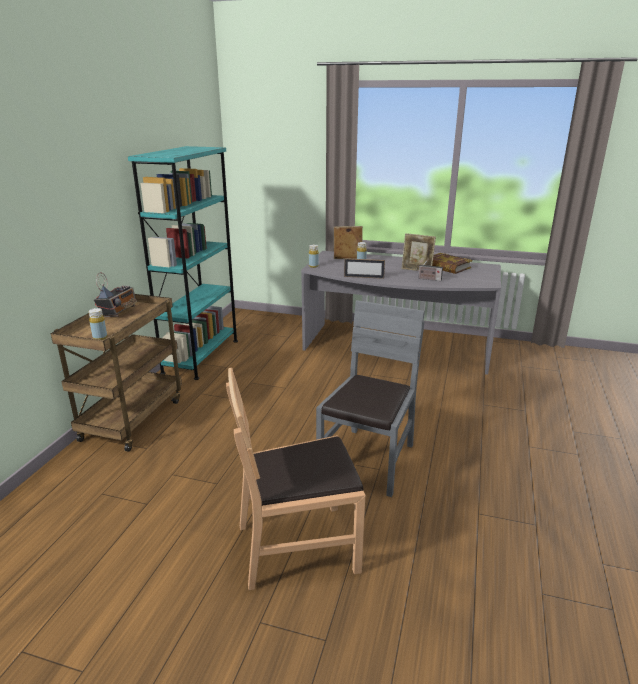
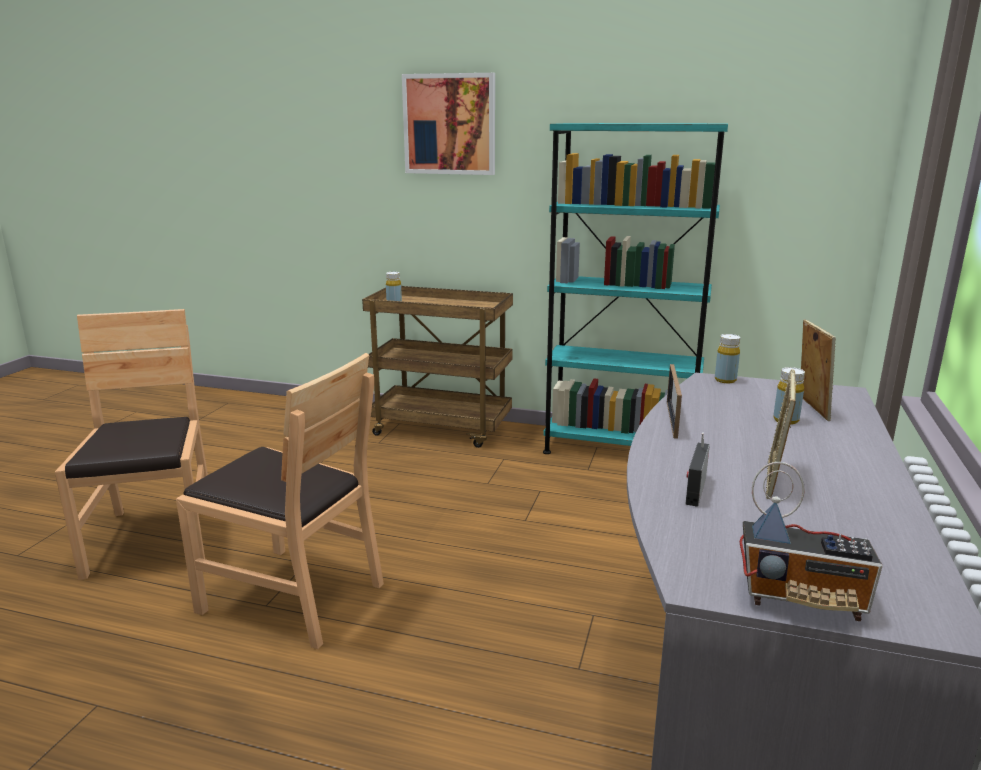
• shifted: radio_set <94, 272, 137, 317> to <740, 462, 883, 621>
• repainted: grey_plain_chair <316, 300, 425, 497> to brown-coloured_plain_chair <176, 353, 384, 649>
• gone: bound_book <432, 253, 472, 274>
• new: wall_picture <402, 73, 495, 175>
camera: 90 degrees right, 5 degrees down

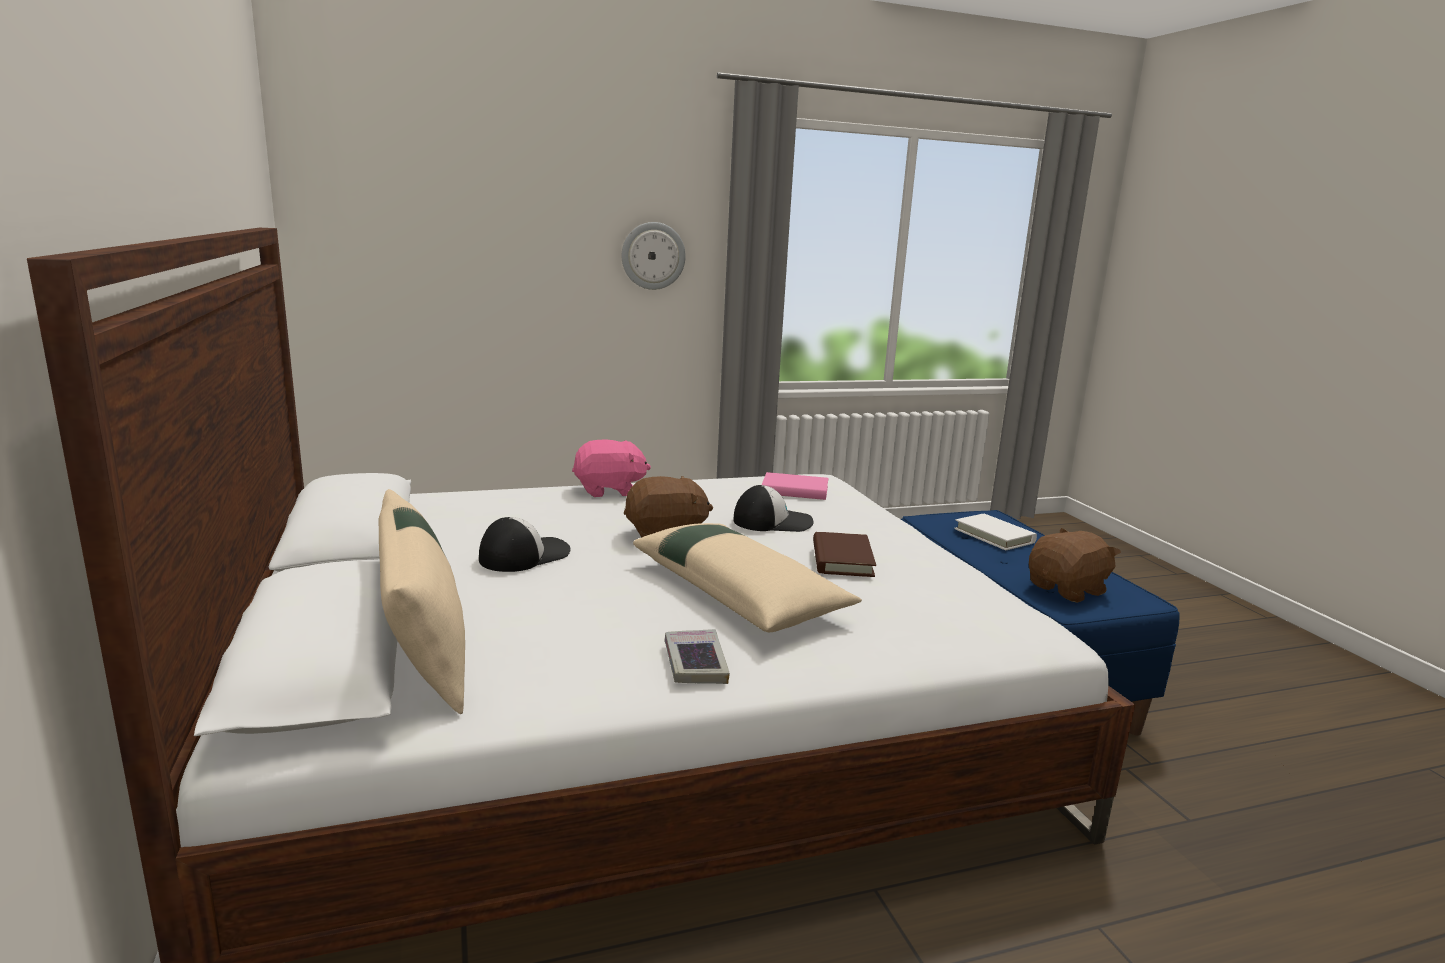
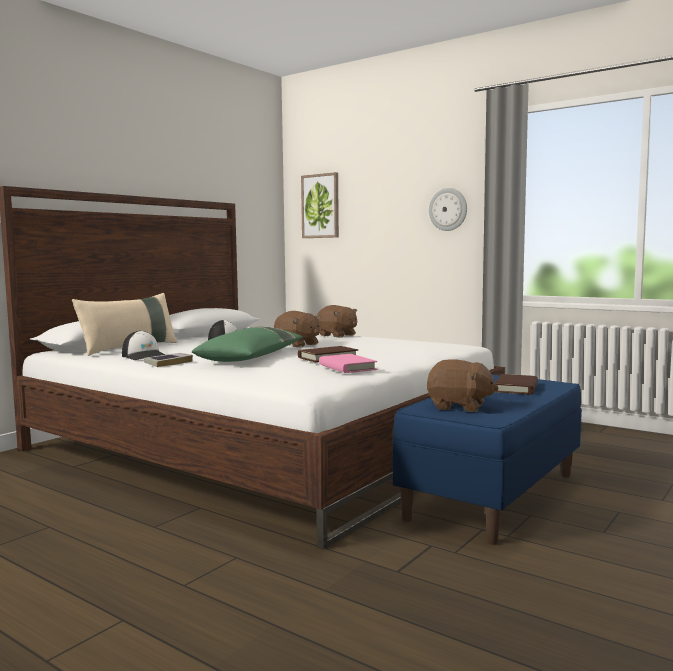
• repainted: pink-coloured_cuddly_toy <572, 439, 651, 497> to brown-coloured_cuddly_toy <317, 305, 357, 337>
• repainted: sand-coloured_throw_pillow <633, 523, 862, 632> to green-coloured_throw_pillow <192, 327, 303, 362>
• shifted: cap <733, 485, 813, 532> to <122, 331, 165, 360>
• shifted: pink-coloured_bound_book <762, 472, 828, 500> to <319, 354, 377, 373>
• repainted: white_bound_book <954, 514, 1037, 550> to brown-coloured_bound_book <494, 374, 538, 395>
• new: wall_picture <301, 172, 339, 238>
camera: 55 degrees right, 10 degrees down

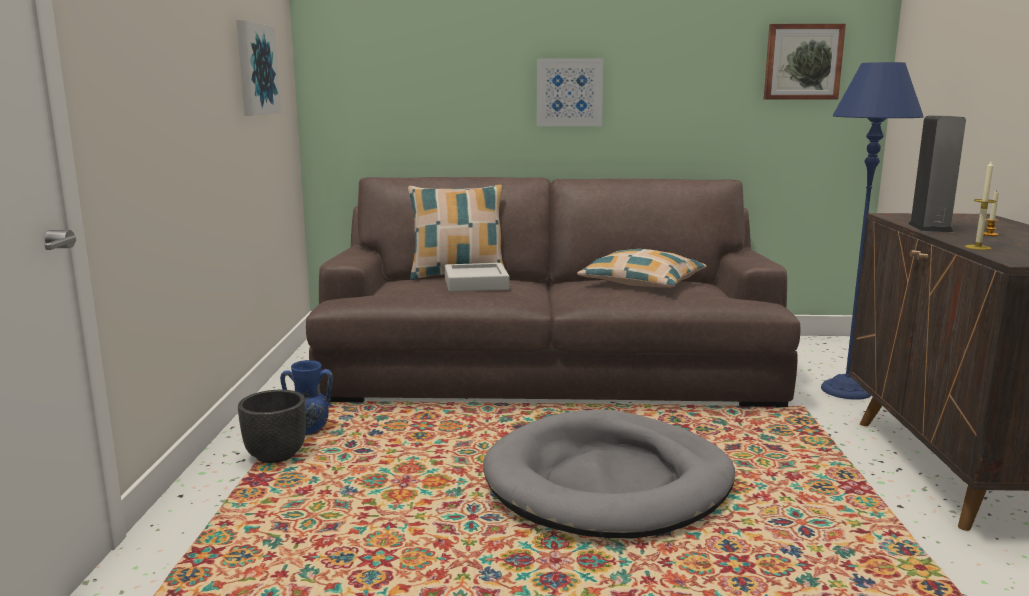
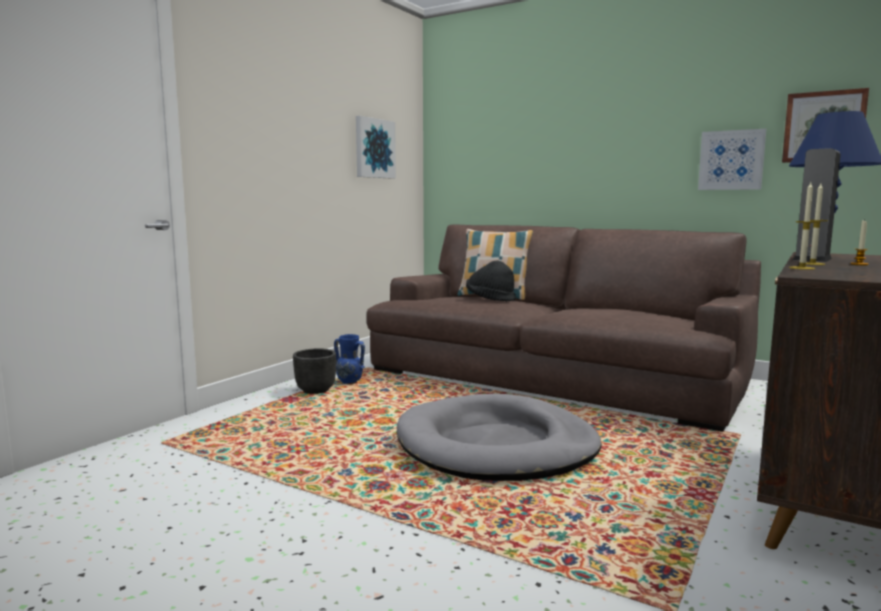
• swapped: grey_serving_tray <445, 263, 509, 292> to black_hat <466, 260, 516, 302>
• shifted: wall_picture <537, 58, 604, 126> to <698, 129, 766, 190>
• gone: throw_pillow <577, 249, 707, 288>
• new: wax_light <806, 184, 828, 265>
camera: 30 degrees right, 5 degrees down

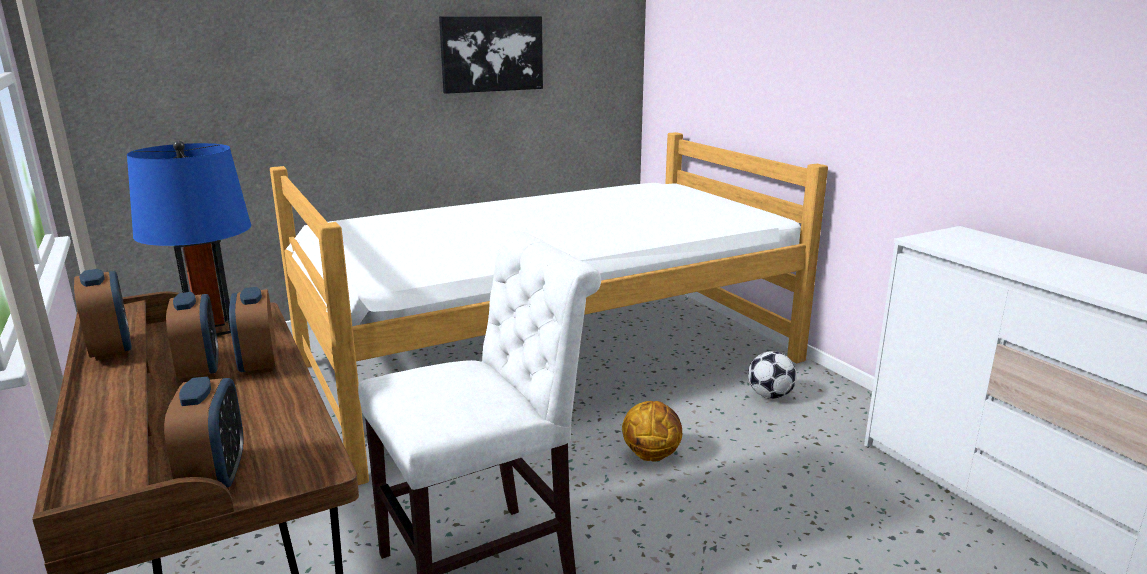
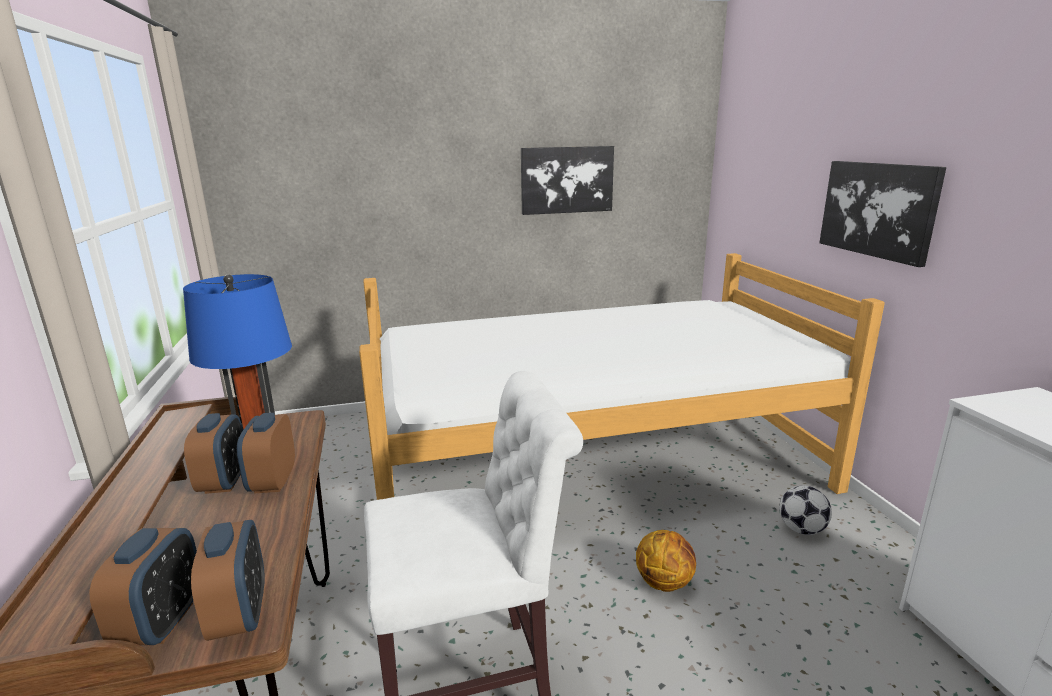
• shifted: alarm_clock <74, 269, 132, 361> to <191, 520, 265, 641>
• new: wall_picture <819, 161, 946, 267>
camera: 15 degrees right, 0 degrees up

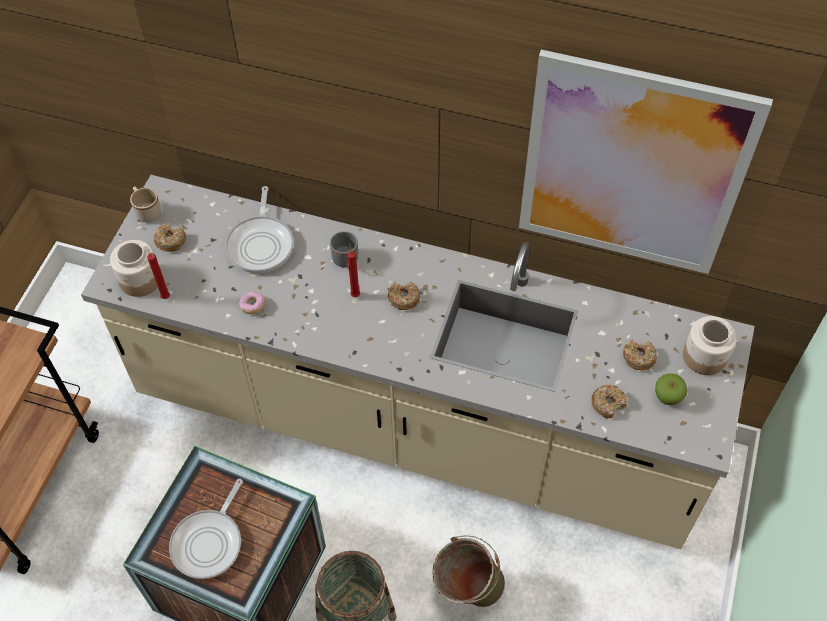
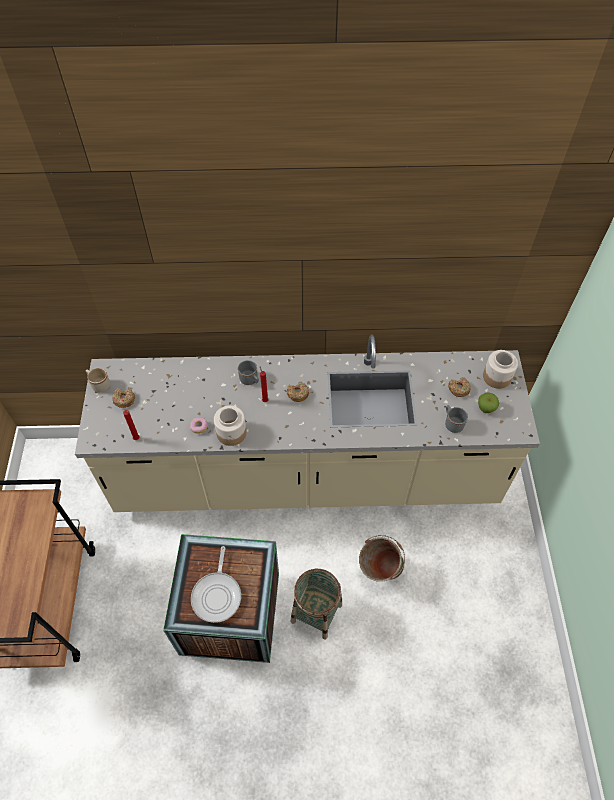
• shifted: jar <110, 240, 158, 297> to <214, 405, 247, 446>
• gone: pan <225, 186, 294, 274>
• gone: wall_picture <519, 50, 773, 274>
• swapped: ring_doughnut <591, 385, 627, 418> to grey_coffee_mug <445, 405, 468, 433>
camera: 20 degrees left, 0 degrees up

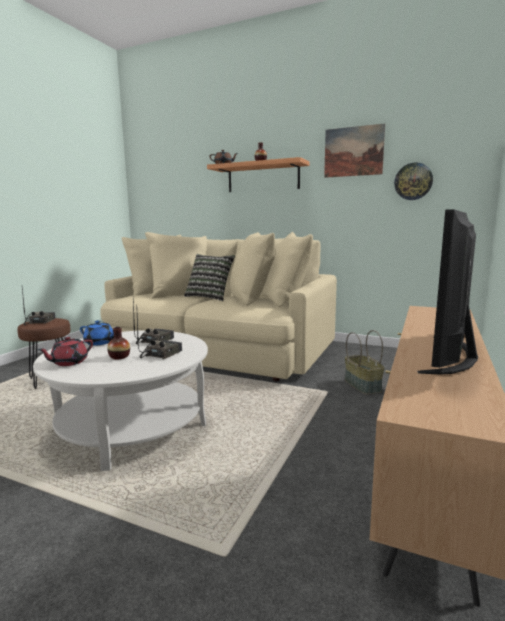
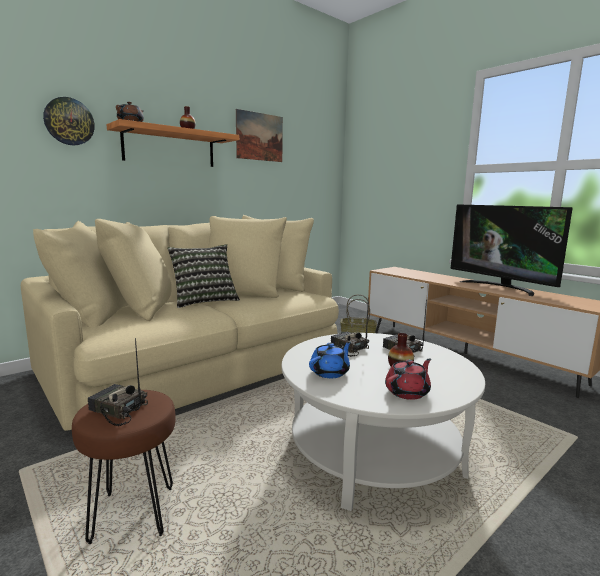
• rotated: reddish_teapot <37, 336, 93, 366> = <385, 358, 431, 400> 105 degrees counterclockwise
• shifted: wall_clock <394, 162, 433, 200> to <43, 97, 95, 145>
camera: 65 degrees left, 0 degrees up

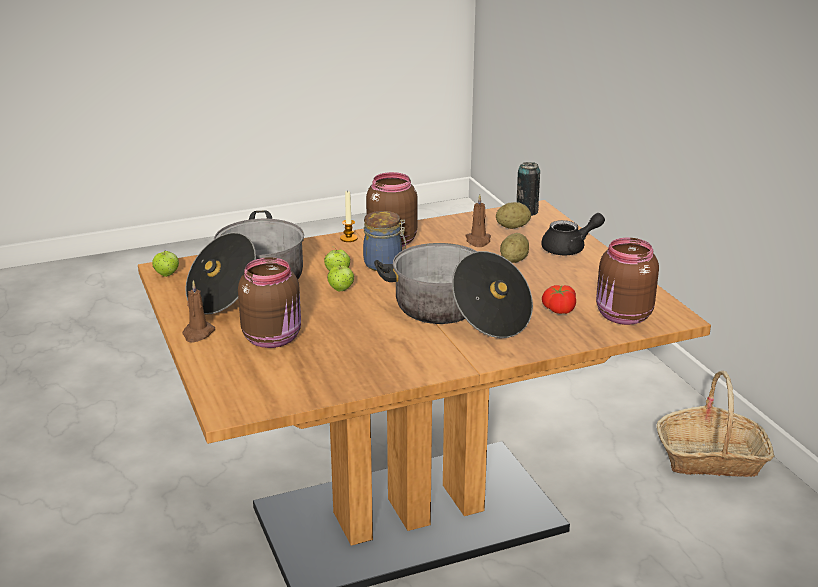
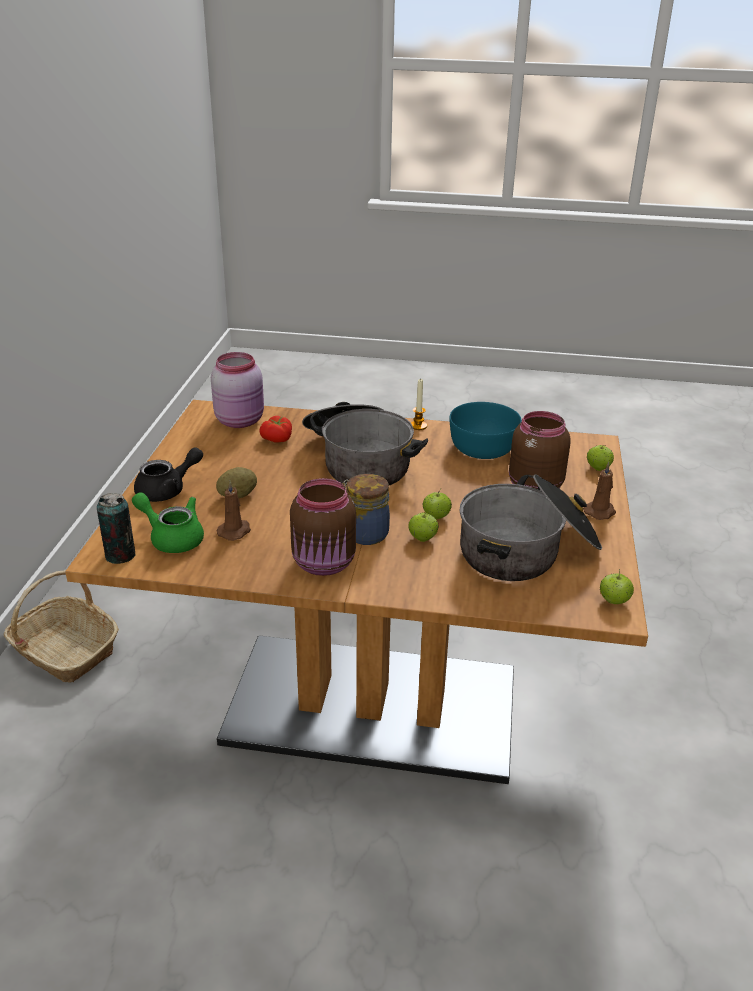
• shifted: wax_light <340, 191, 358, 242> to <411, 378, 427, 430>
• swapped: spud <496, 202, 531, 229> to green-coloured_teapot <132, 492, 204, 553>
• rotated: black_teapot <541, 213, 605, 255> = <134, 447, 203, 502> 135 degrees clockwise
• repainted: brown-coloured_jar <596, 238, 659, 325> to pink-coloured_jar <211, 352, 264, 428>
• new: blue-green_serving_bowl <449, 402, 522, 459>
• new: whole_apple <587, 445, 614, 471>
camera: 150 degrees left, 5 degrees up

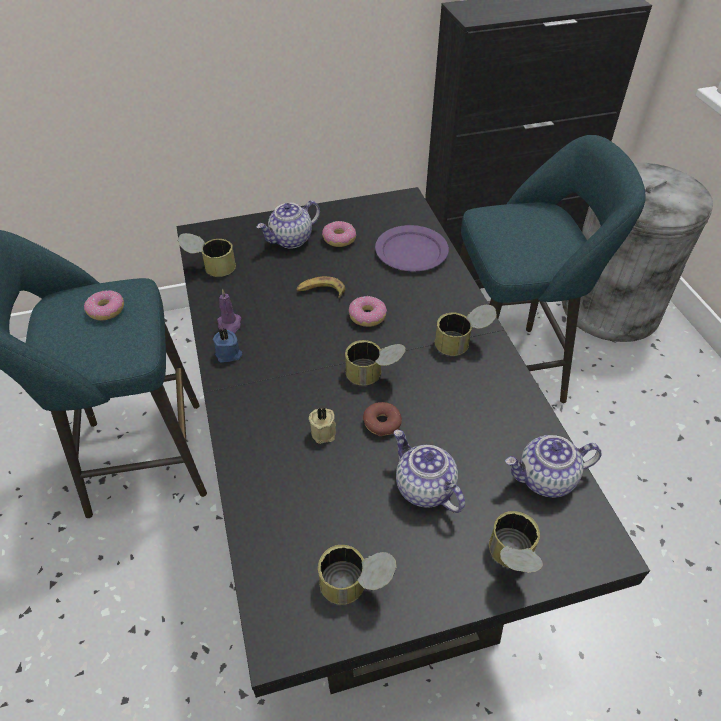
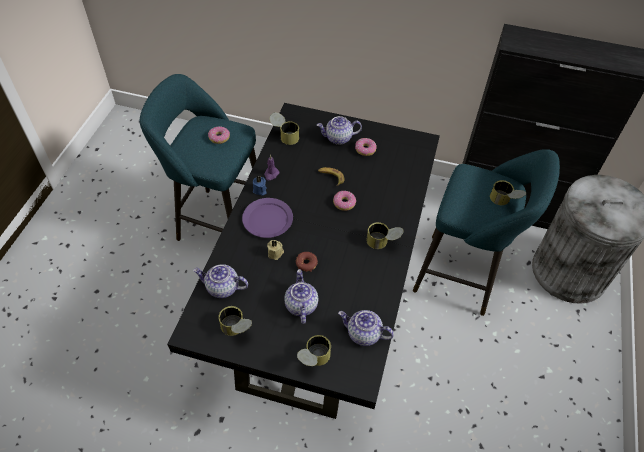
• shifted: metal_can <345, 340, 406, 385> to <490, 180, 526, 205>
• shifted: purplish_dinner_plate <375, 225, 449, 271> to <242, 198, 293, 238>
• new: teapot <193, 264, 248, 298>
camera: 30 degrees right, 5 degrees up

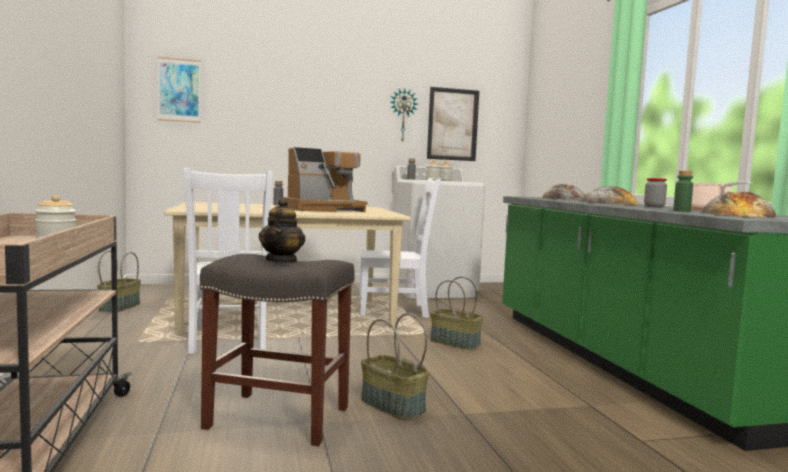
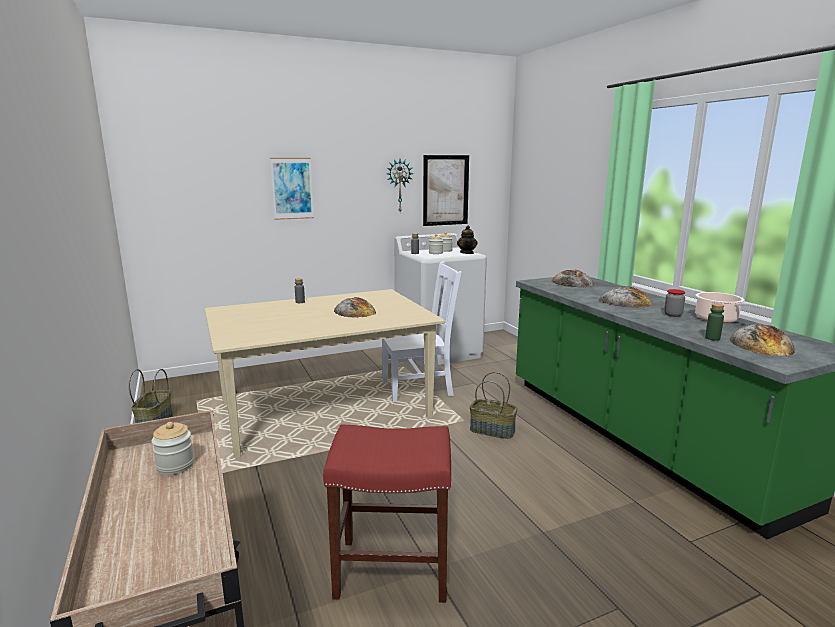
• shifted: wall_picture <158, 57, 201, 123> to <270, 158, 314, 220>
• gone: white_plain_chair <183, 168, 273, 354>
• repainted: grey_sitting_stool <200, 254, 355, 446> to reddish_sitting_stool <323, 424, 451, 603>
• shifted: teapot <259, 198, 306, 263> to <457, 225, 478, 254>
• swapped: coffee_maker <284, 147, 367, 212> to bakery_bread <334, 297, 376, 318>
• gone: household_basket <361, 313, 429, 420>
camera: 10 degrees left, 10 degrees up

